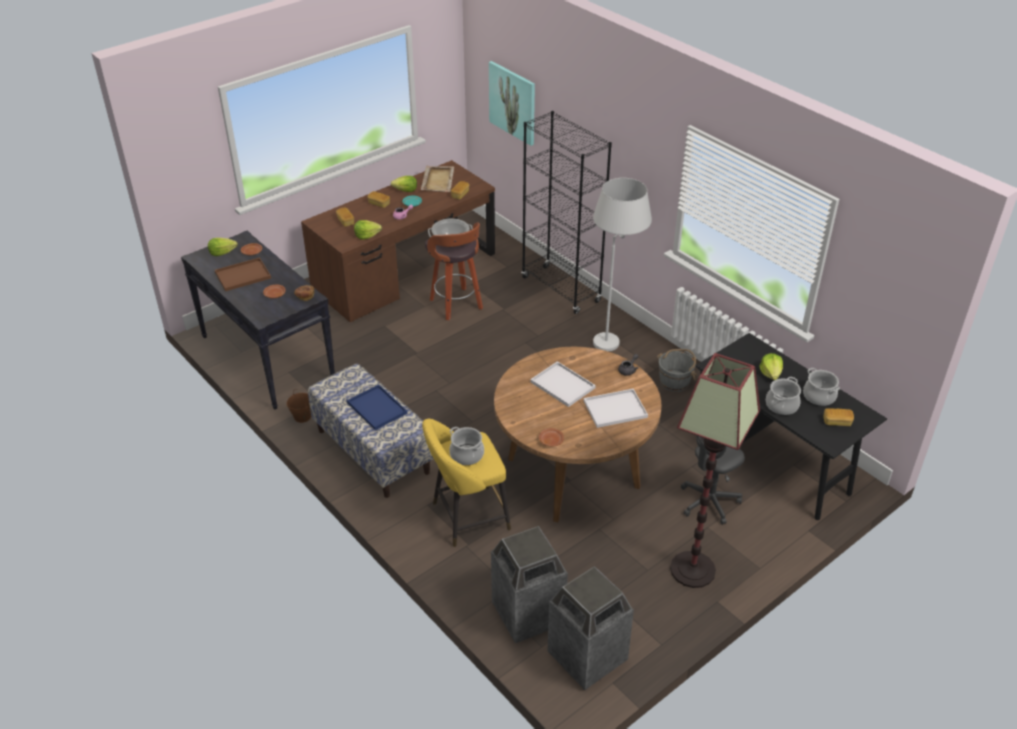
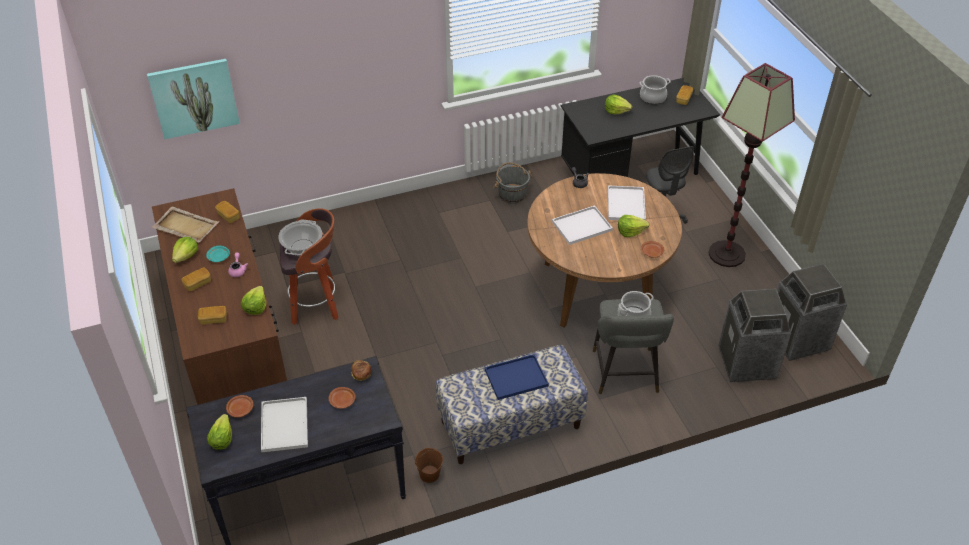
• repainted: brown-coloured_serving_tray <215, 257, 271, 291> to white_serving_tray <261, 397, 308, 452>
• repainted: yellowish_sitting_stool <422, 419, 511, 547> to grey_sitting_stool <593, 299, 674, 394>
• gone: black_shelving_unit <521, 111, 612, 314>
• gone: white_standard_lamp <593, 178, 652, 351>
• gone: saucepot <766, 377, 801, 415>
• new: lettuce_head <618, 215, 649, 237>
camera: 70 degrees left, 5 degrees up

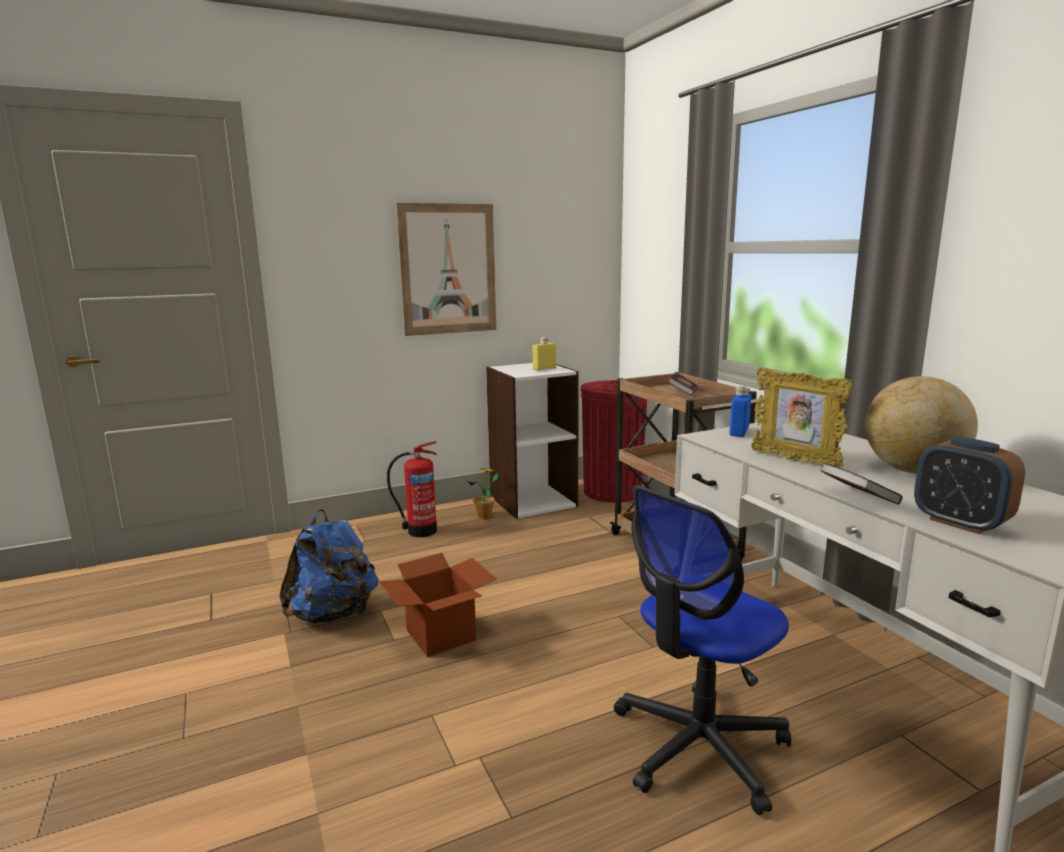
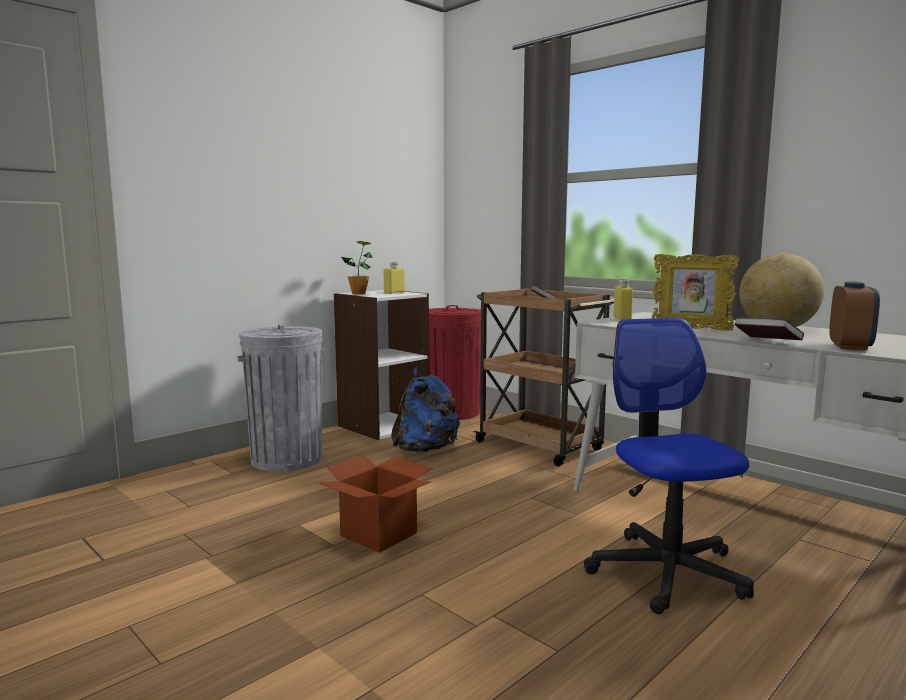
• shifted: blue-coloured_knapsack <279, 509, 379, 623> to <391, 367, 460, 453>
• swapped: fire-fighting_cylinder <387, 441, 437, 537> to grey_rubbish_bin <237, 324, 324, 472>
• gone: wall_picture <396, 203, 496, 336>
• shifted: plant_in_a_pot <466, 468, 500, 519> to <341, 241, 373, 294>
• rotated: office_chair <614, 485, 791, 815> = <584, 318, 754, 614> 135 degrees clockwise
• repainted: blue-coloured_drink_bottle <730, 386, 751, 437> to yellowish_drink_bottle <614, 279, 633, 321>
• rotated: alarm_clock <914, 436, 1025, 534> = <829, 281, 880, 350> 105 degrees counterclockwise
camera: 20 degrees left, 5 degrees down

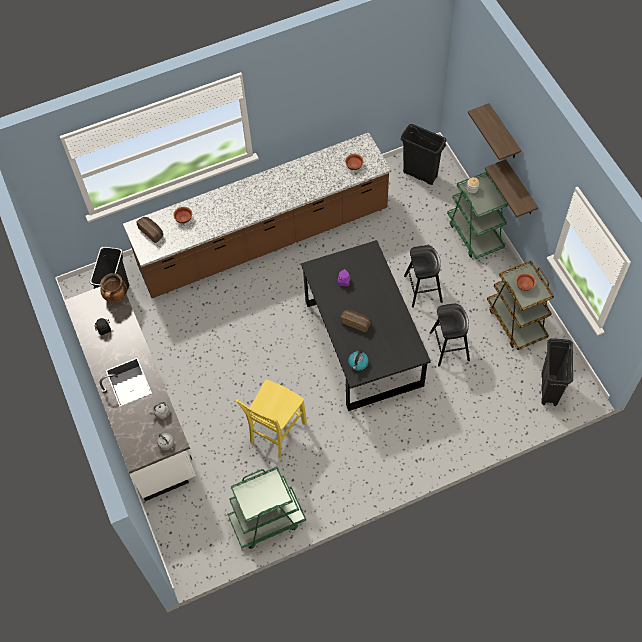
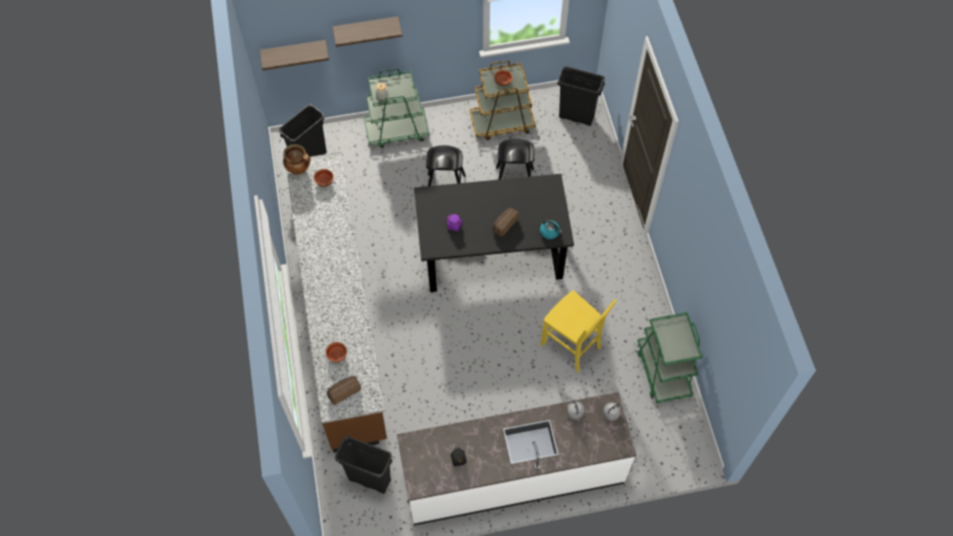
• shifted: saucepot <100, 273, 127, 302> to <283, 144, 311, 175>
• shifted: shelf <485, 159, 538, 217> to <260, 40, 329, 70>
camera: 80 degrees left, 0 degrees up

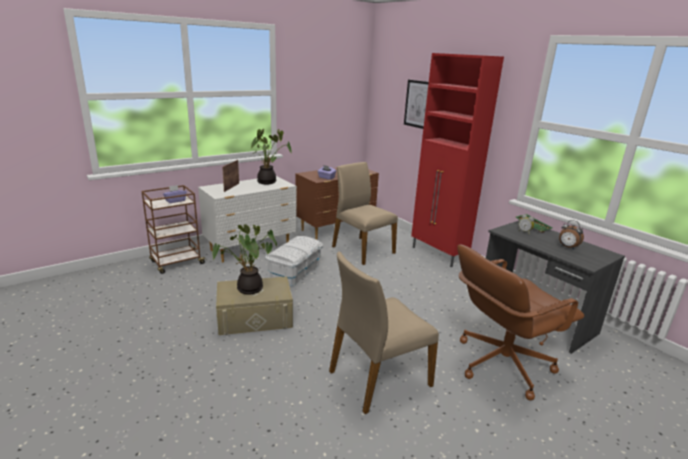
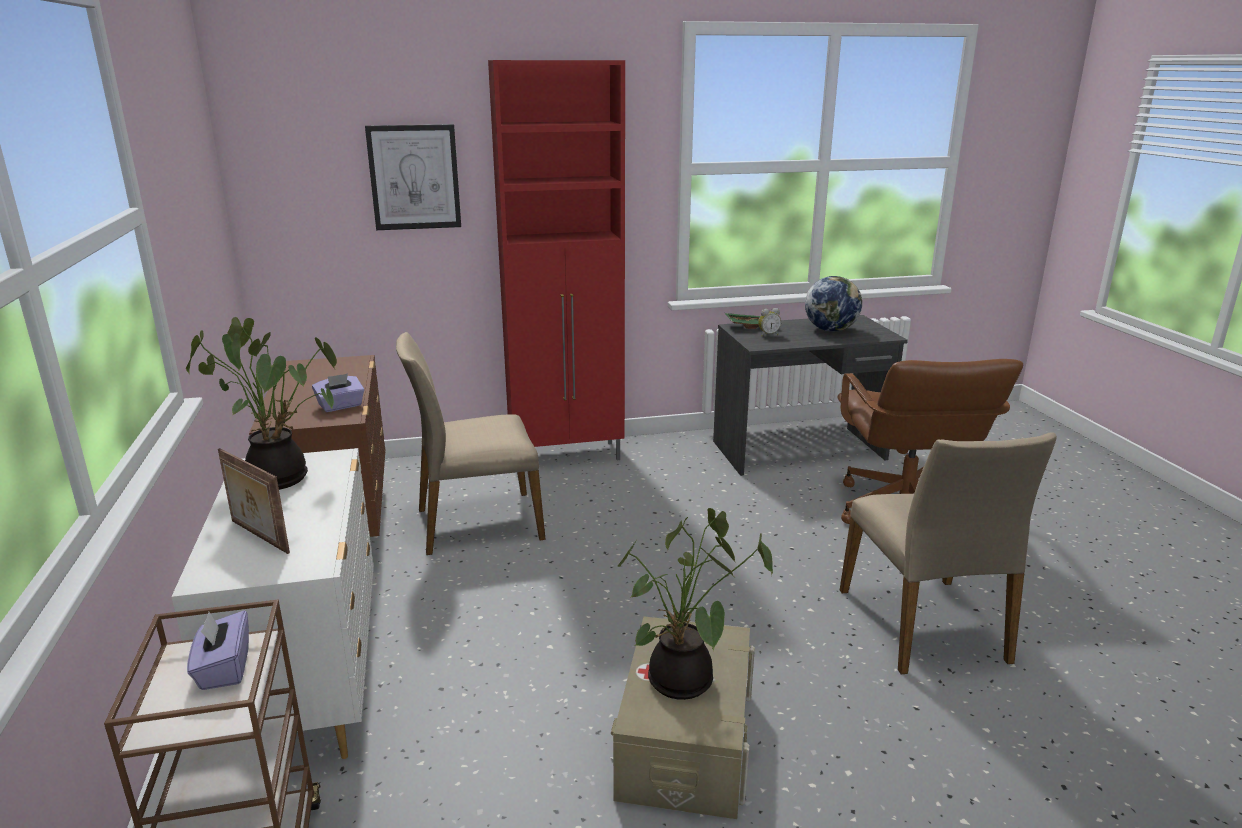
• gone: white_storage_box <265, 236, 323, 286>
• swapped: alarm_clock <559, 220, 584, 250> to globe <805, 276, 862, 332>
camera: 65 degrees left, 0 degrees up

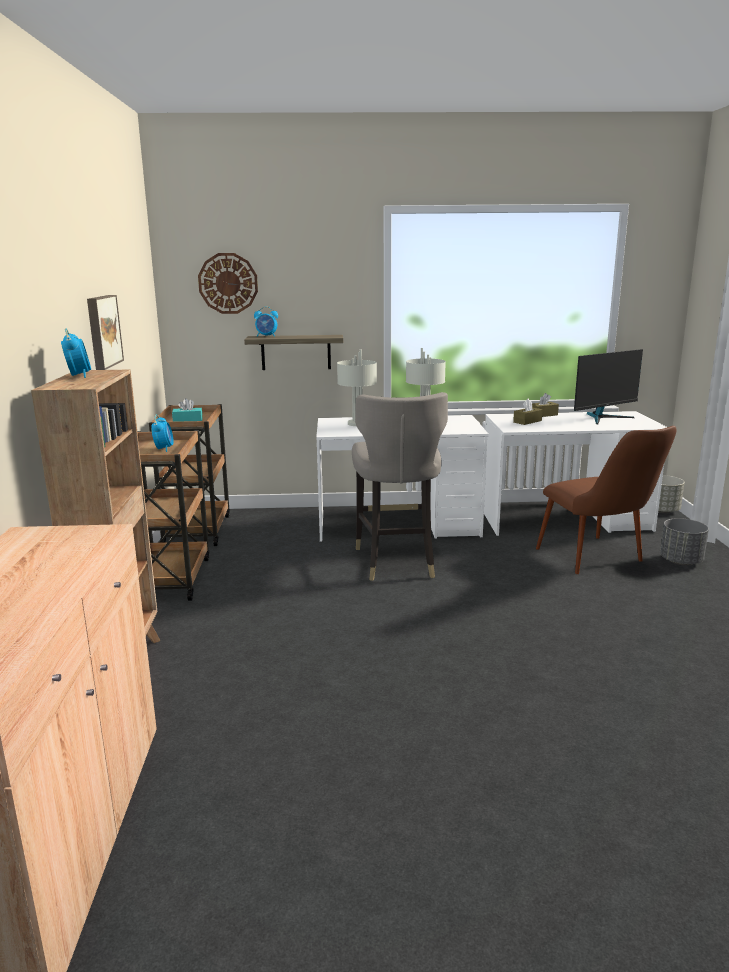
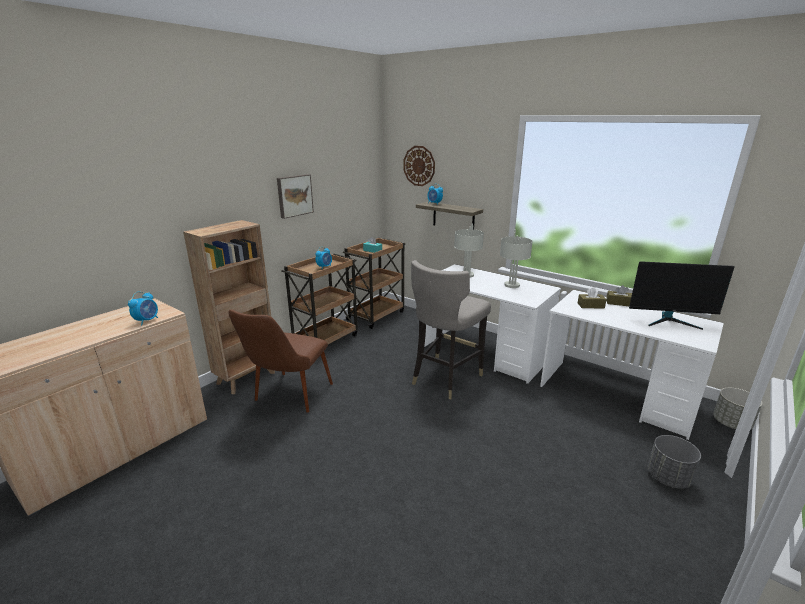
• shifted: alarm_clock <61, 328, 91, 378> to <128, 292, 158, 325>
• shifted: brown-coloured_plain_chair <536, 426, 677, 574> to <228, 310, 333, 413>
camera: 40 degrees right, 5 degrees up

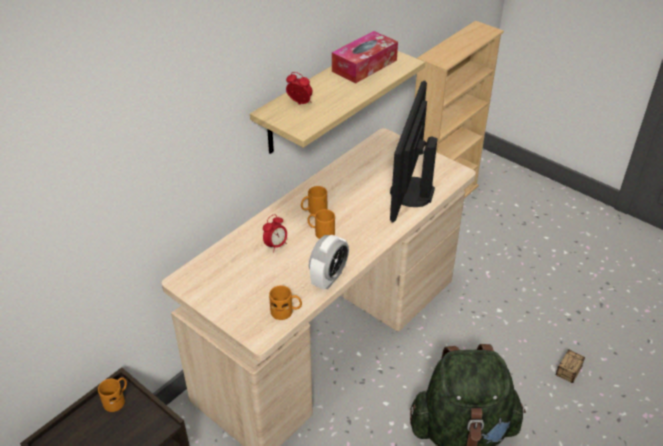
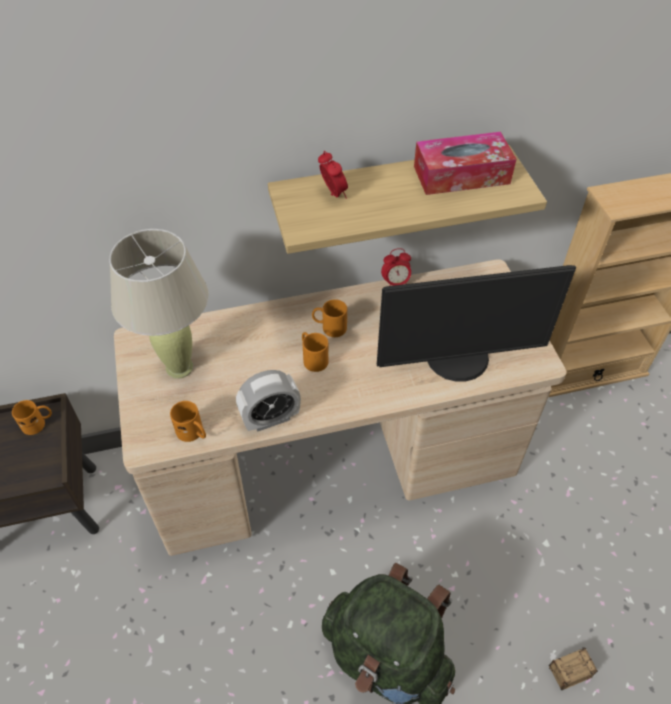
• shifted: alarm_clock <263, 214, 287, 253> to <381, 248, 411, 286>
• rotated: monitor <390, 80, 438, 222> = <377, 265, 576, 382> 150 degrees counterclockwise
• new: sand-coloured_table_lamp <109, 229, 209, 379>
camera: 35 degrees right, 10 degrees up

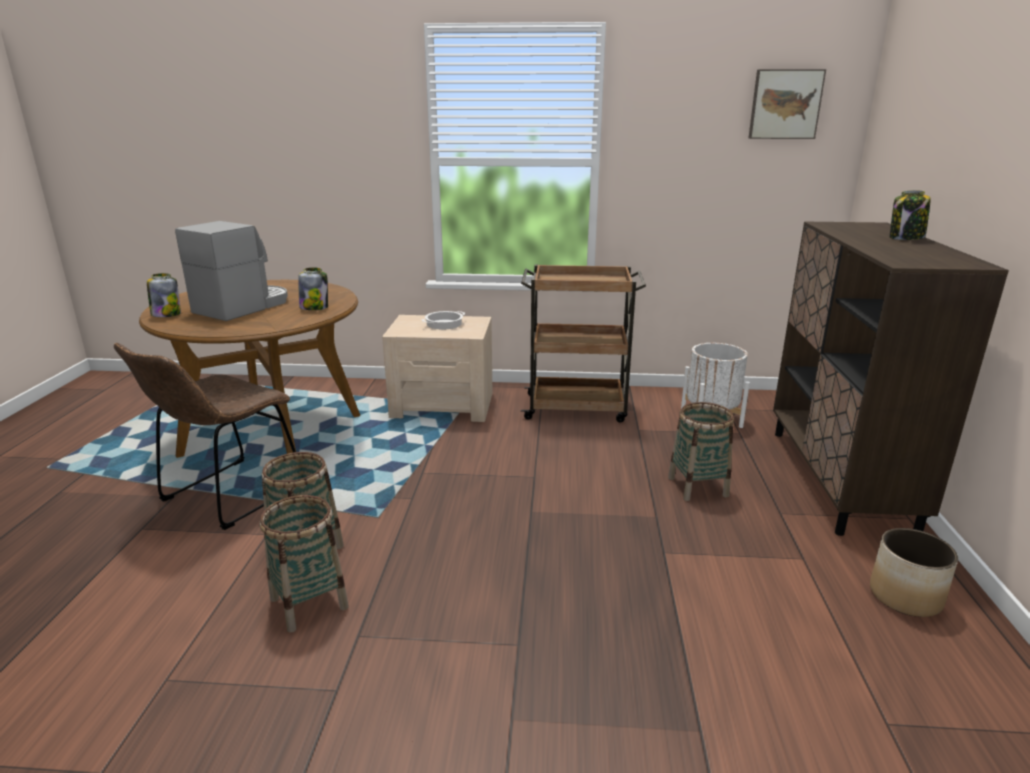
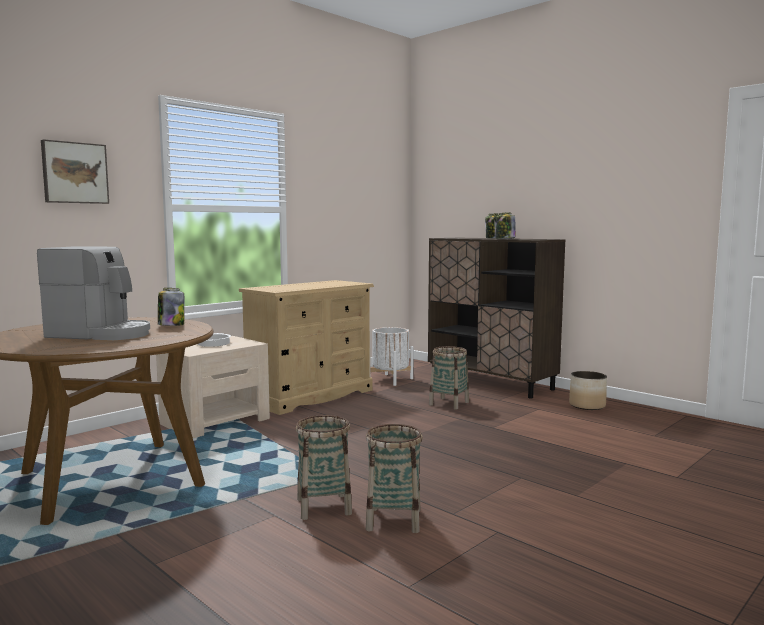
• gone: brown-coloured_plain_chair <114, 343, 296, 530>
• shifted: jar <147, 273, 181, 317> to <496, 212, 516, 239>
• rotated: coffee_maker <175, 221, 288, 321> = <37, 246, 150, 340> 120 degrees clockwise
• swapped: brown-coloured_wheeled_cart <520, 265, 646, 423> to sand-coloured_chest_of_drawers <239, 280, 374, 415>
• shifted: wall_picture <749, 69, 826, 139> to <41, 139, 109, 204>
camera: 50 degrees left, 15 degrees down

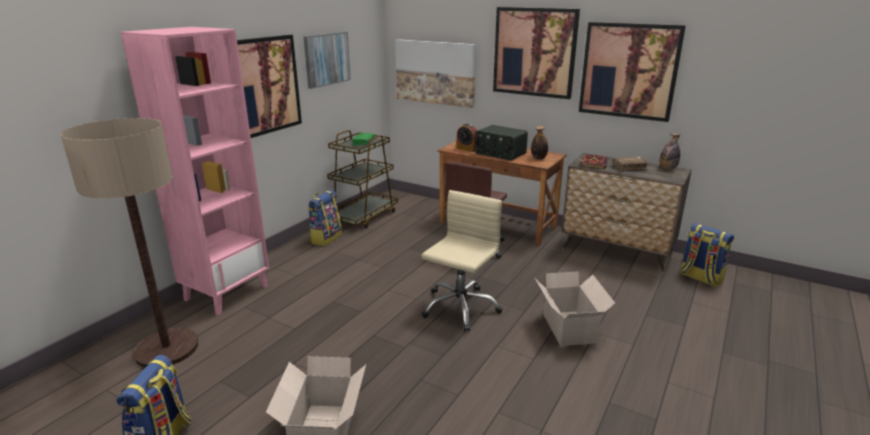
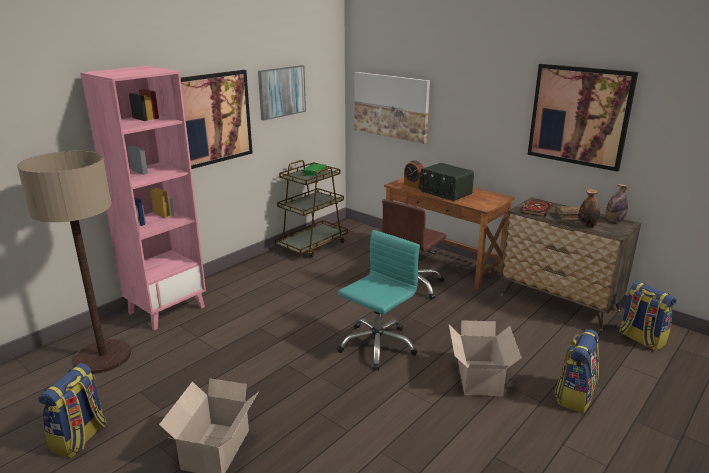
• shifted: knapsack <308, 190, 342, 246> to <555, 329, 599, 413>
• repainted: sand-coloured_office_chair <421, 190, 502, 331> to blue-green_office_chair <337, 230, 420, 370>
• gone: wall_picture <493, 7, 580, 99>
• shifted: drink_bottle <531, 126, 548, 159> to <578, 189, 600, 228>
camera: 10 degrees right, 0 degrees up

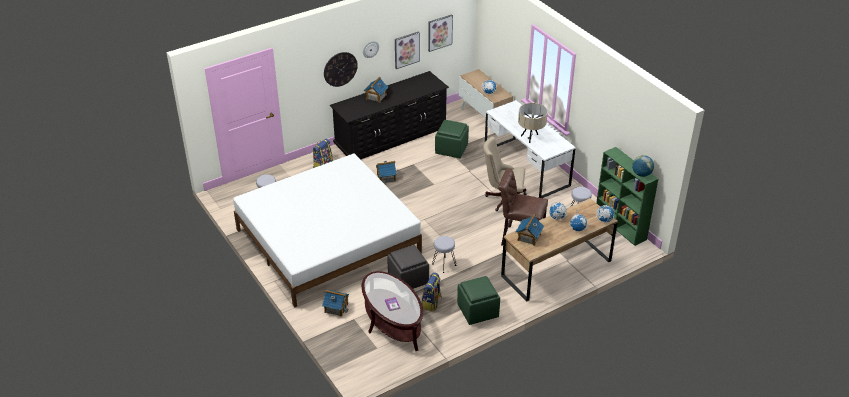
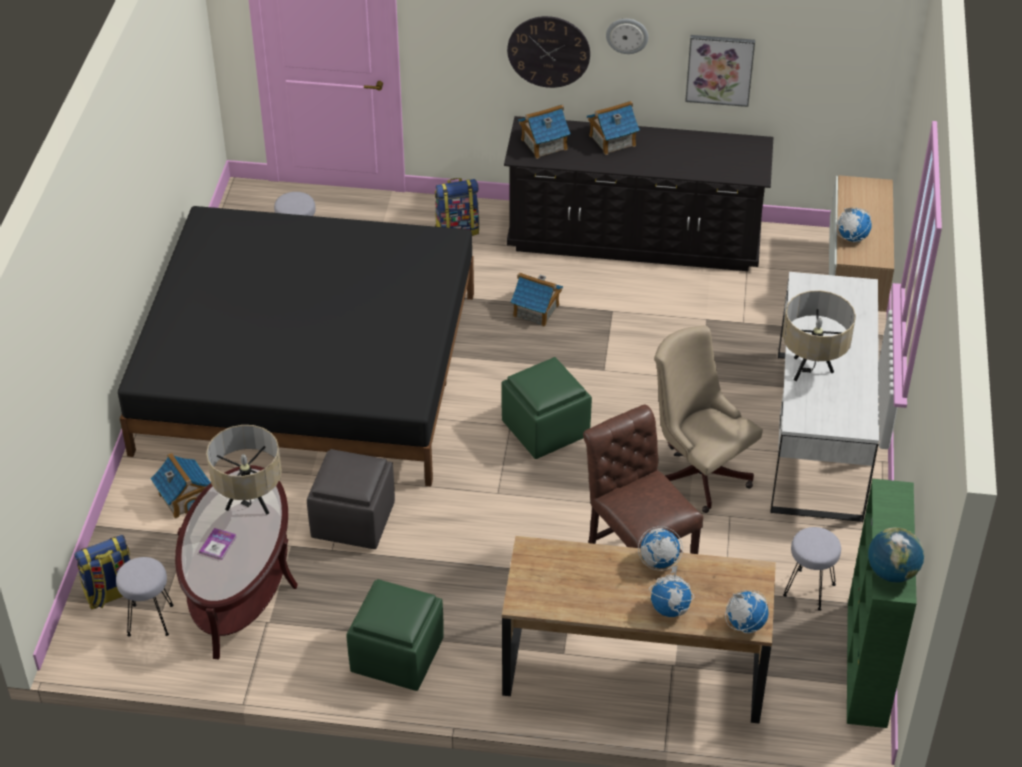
• repainted: white_bed <233, 154, 422, 307> to black_bed <118, 206, 474, 487>
• shifted: knapsack <422, 272, 442, 312> to <74, 535, 131, 609>
• gone: wall_picture <428, 14, 453, 52>
• shifted: grey_sitting_stool <432, 236, 456, 273> to <116, 557, 173, 637>
• shifted: green-coloured_pouffe <435, 120, 469, 158> to <501, 357, 592, 459>
• shifted: miniature_house <515, 214, 544, 246> to <518, 104, 571, 159>
• new: sand-coloured_table_lamp <206, 425, 282, 515>
camera: 40 degrees right, 5 degrees up

